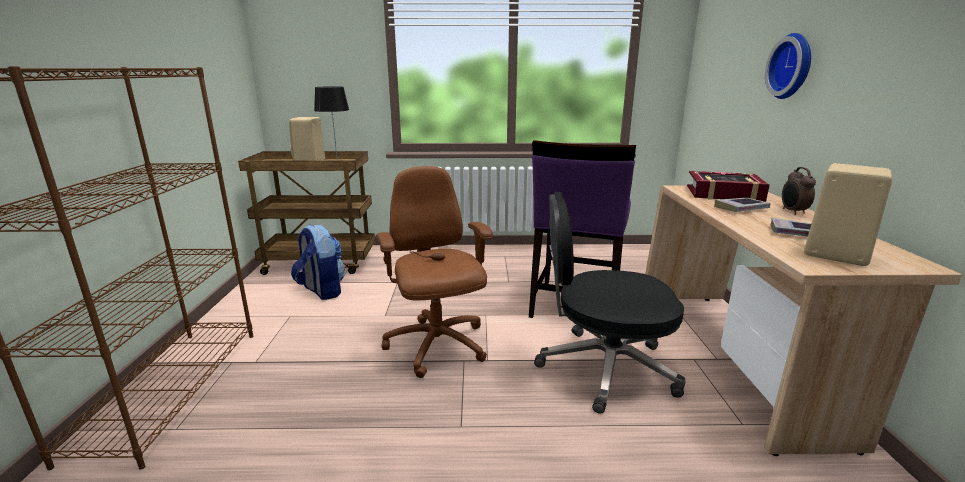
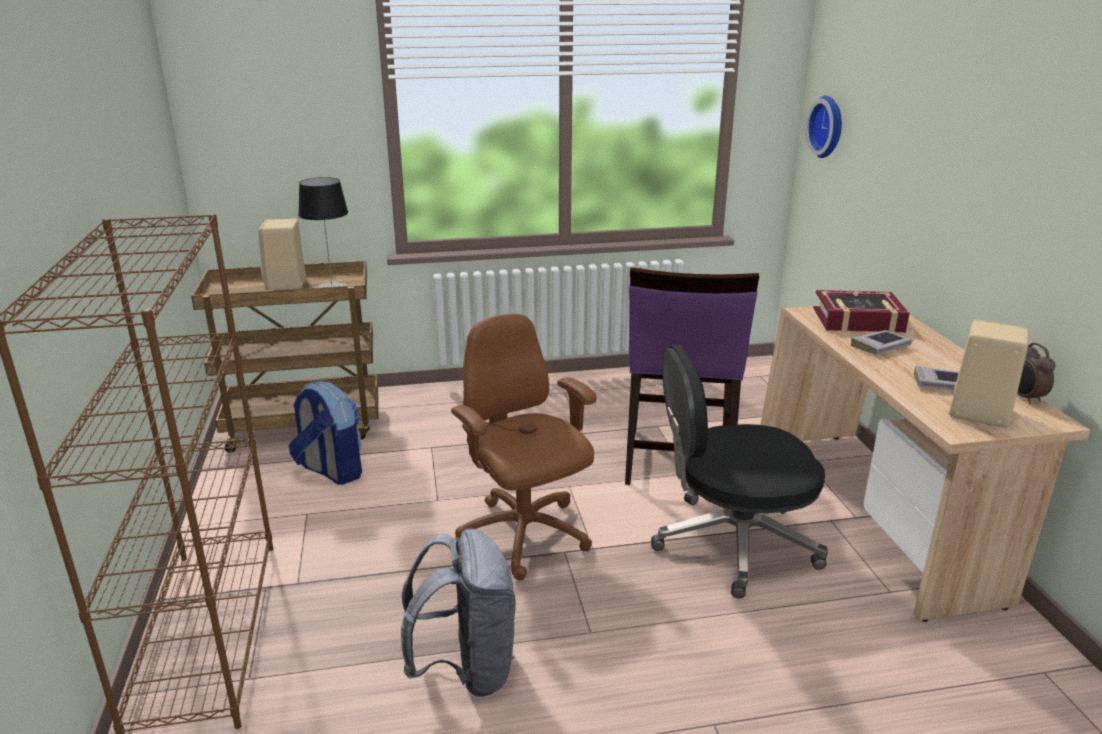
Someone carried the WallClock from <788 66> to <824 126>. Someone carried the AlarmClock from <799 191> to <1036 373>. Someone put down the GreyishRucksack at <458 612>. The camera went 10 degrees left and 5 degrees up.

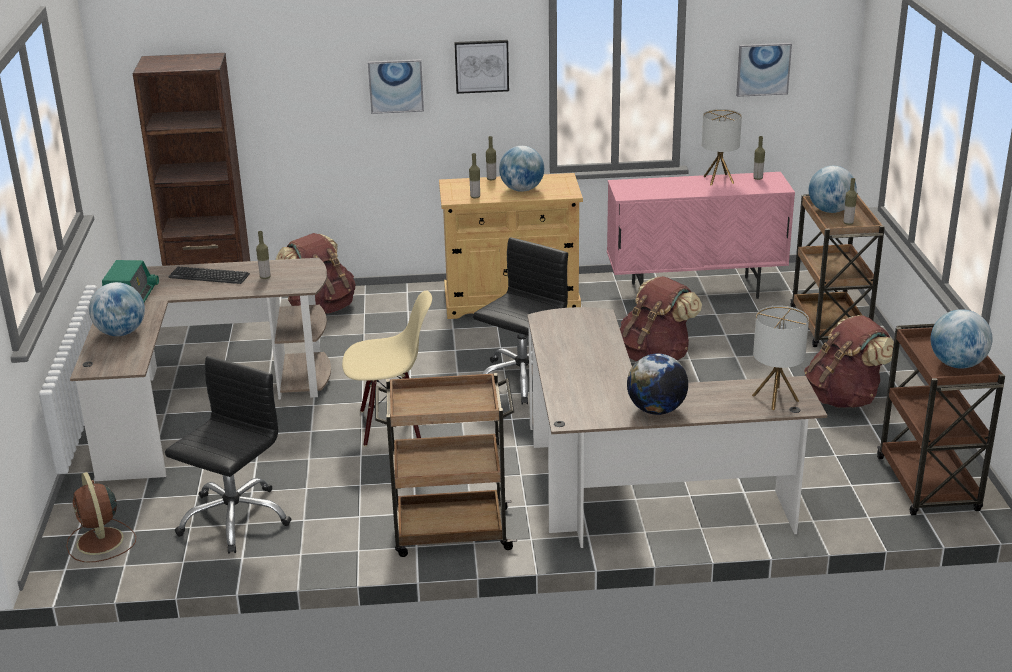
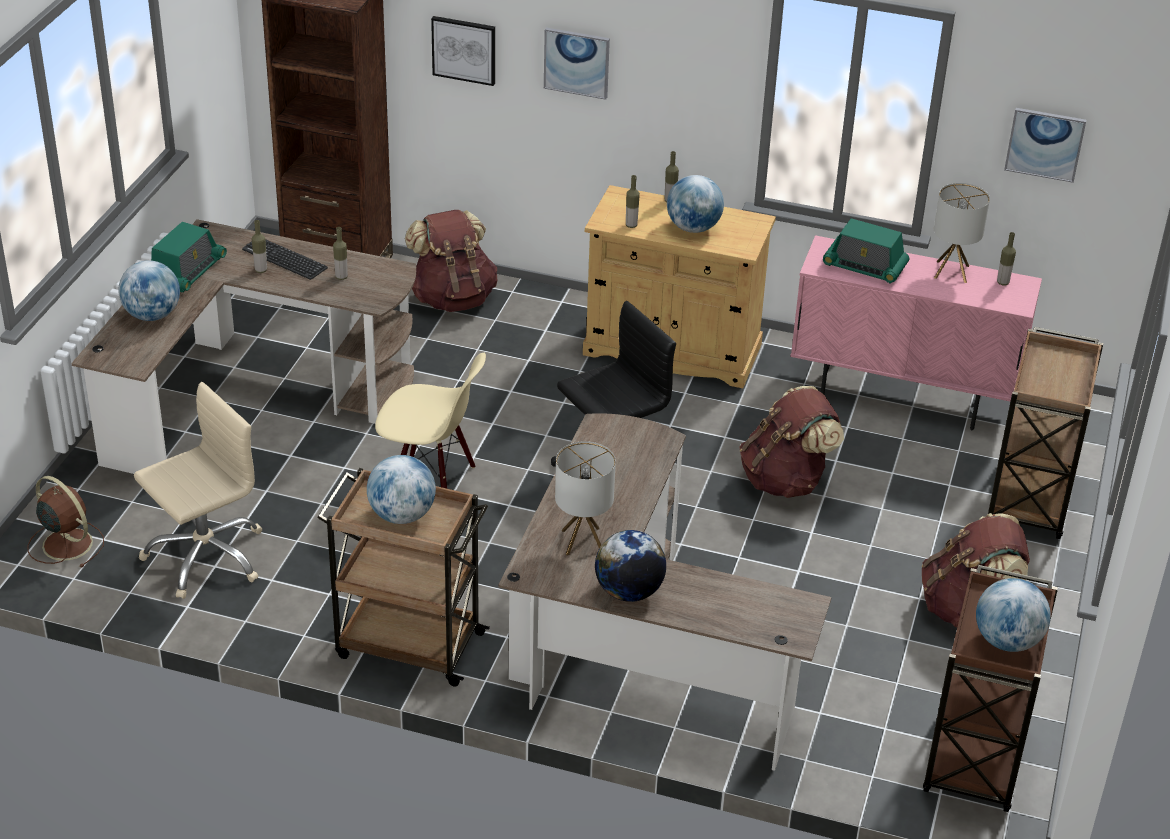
Someone rotated the BrownishElectricFan at <101 517> by 135 degrees clockwise. Someone repainted the BlackOfficeChair at <228 455>, which became the SandColouredOfficeChair at <198 490>. Someone carried the Picture from <481 67> to <463 51>. Someone carried the LampForATable from <780 357> to <585 498>. Someone carried the WorldGlobe from <833 189> to <401 489>. Someone carried the BeverageBottle from <850 201> to <259 246>. Someone put down the RadioSet at <866 251>. The camera went 20 degrees right and 10 degrees up.

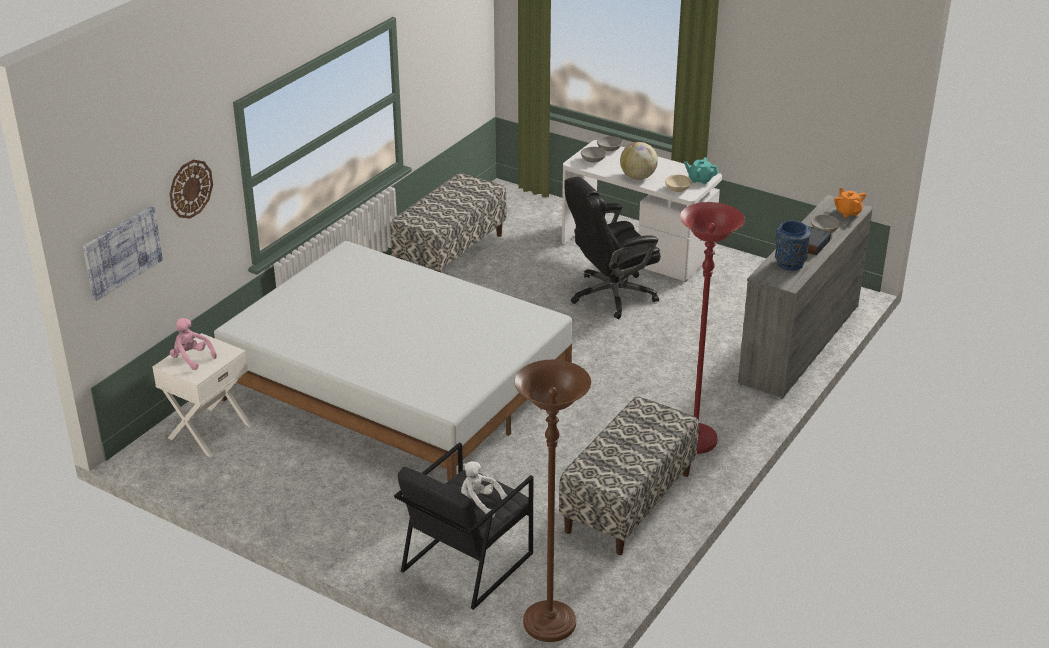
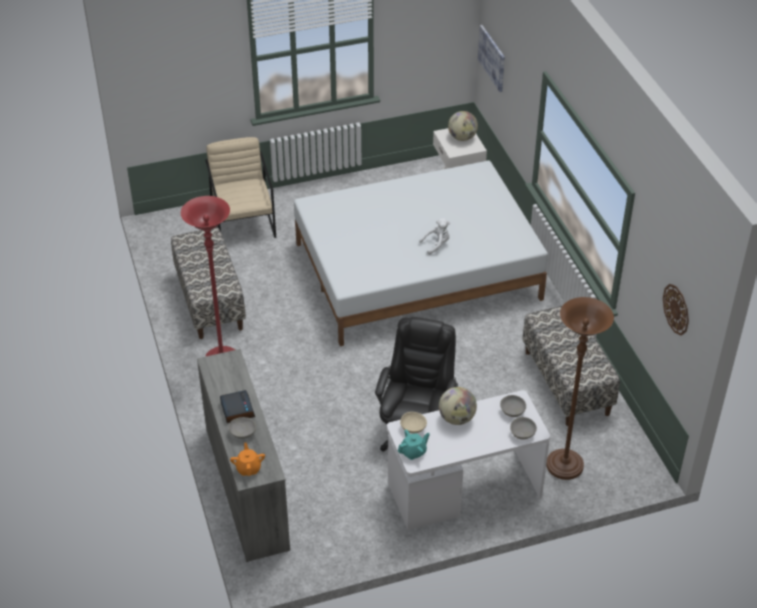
Someone carried the WallClock from <191 189> to <676 310>. Someone swapped the PinkColouredPlushToy at <193 344> for the WorldGlobe at <463 126>. Someone repainted the BlackArmchair at <463 526>, which became the SandColouredArmchair at <240 187>. Someone carried the WhiteColouredPlushToy from <484 489> to <434 236>. Someone carried the BrownishFloorLamp from <552 501> to <580 388>. Someone took away the BlueColouredFlowerVase at <793 245>. Someone rotated the OrangeColouredTeapot at <850 202> by 120 degrees counterclockwise. The camera went 130 degrees right and 10 degrees up.

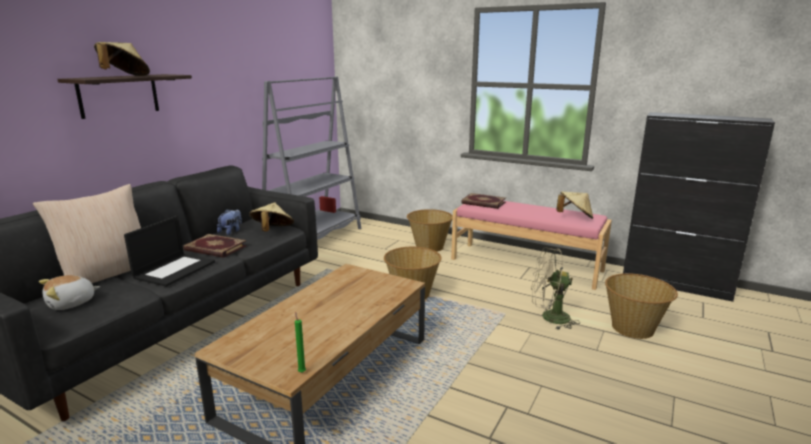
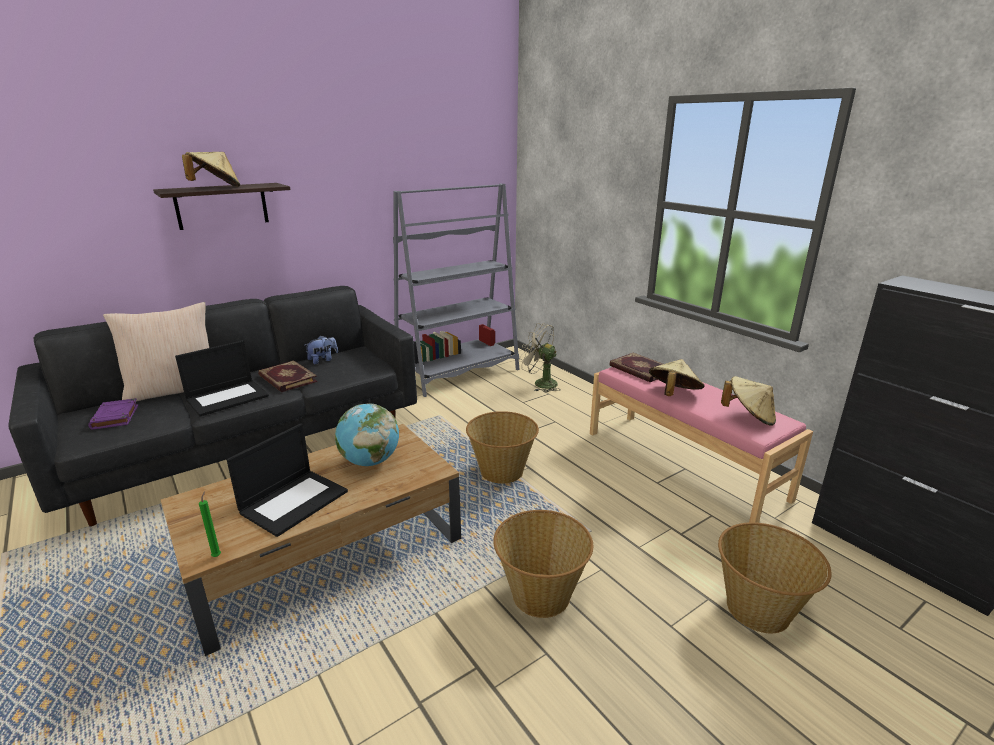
Someone swapped the PlushToy at <69 292> for the PurplishBoundBook at <113 414>. Someone carried the SandColouredWearableHat from <271 217> to <677 377>. Someone carried the Basket from <430 230> to <543 564>. Someone carried the SandColouredElectricFan from <555 288> to <540 358>. Someone put down the NotebookComputer at <287 480>. Someone put down the WorldGlobe at <367 434>. The camera went 25 degrees right and 5 degrees up.

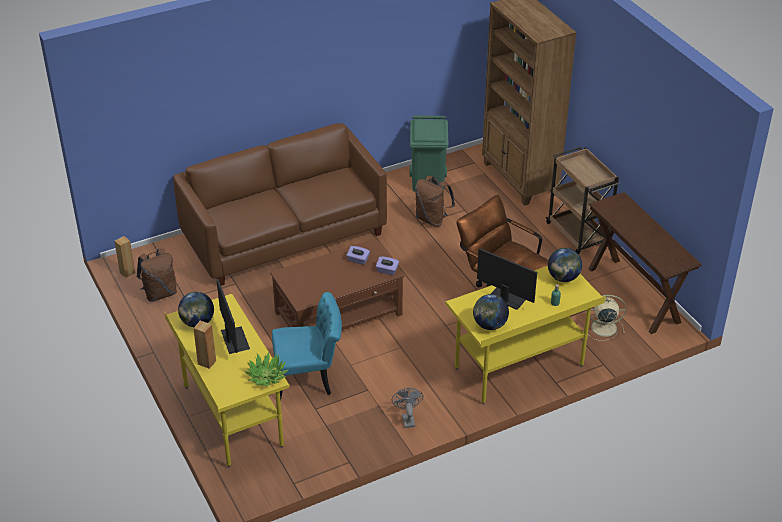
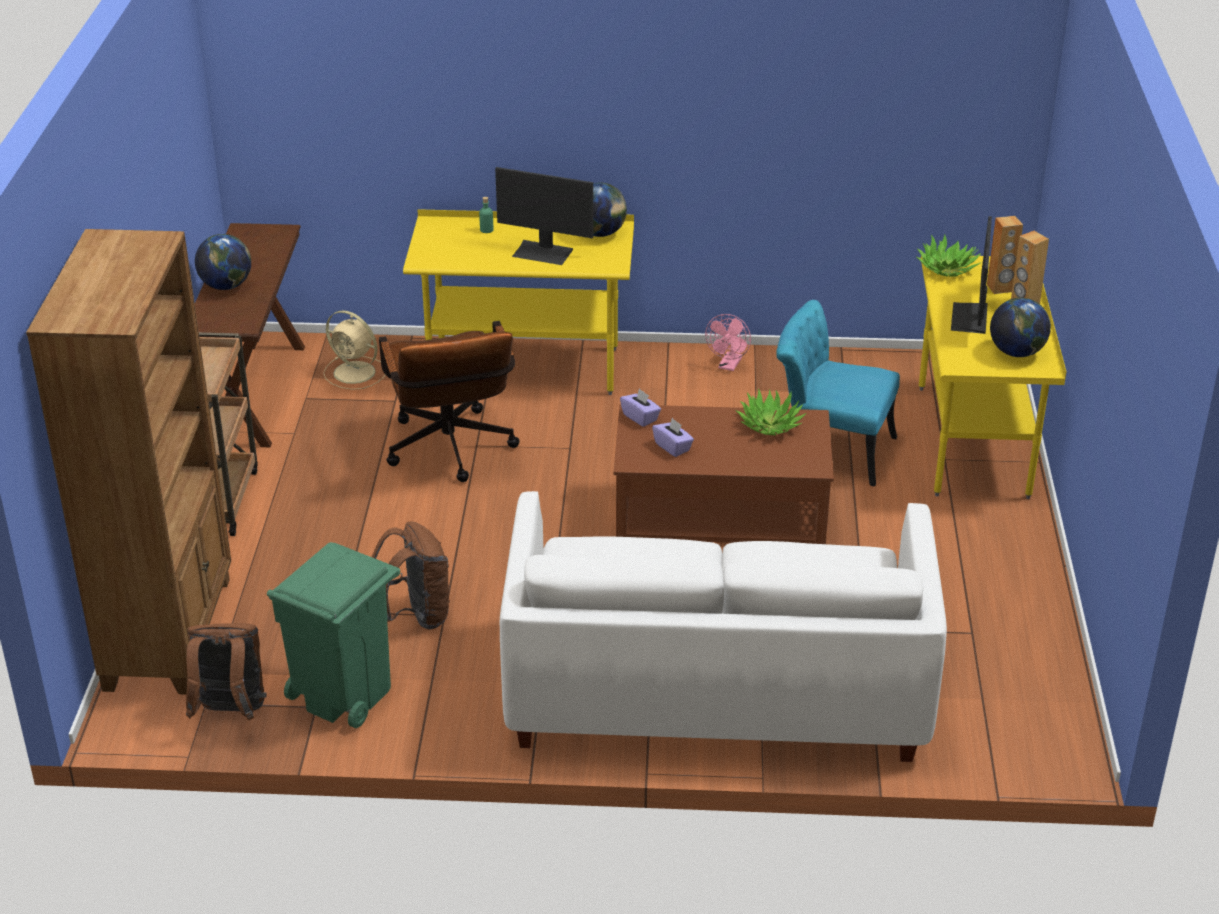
Someone carried the BrownishLoudspeaker from <124 257> to <1005 255>. Someone carried the BrownishRucksack from <157 275> to <226 671>. Someone repainted the BrownishSettee at <280 204>, which became the WhiteColouredSettee at <723 626>. Someone repainted the GreyishElectricFan at <407 408>, which became the PinkColouredElectricFan at <728 342>. Someone rotated the ComputerScreen at <507 279> by 45 degrees counterclockwise. Someone carried the WorldGlobe from <565 265> to <223 262>. Someone put down the PottedPlant at <771 412>. The camera went 150 degrees left and 5 degrees down.

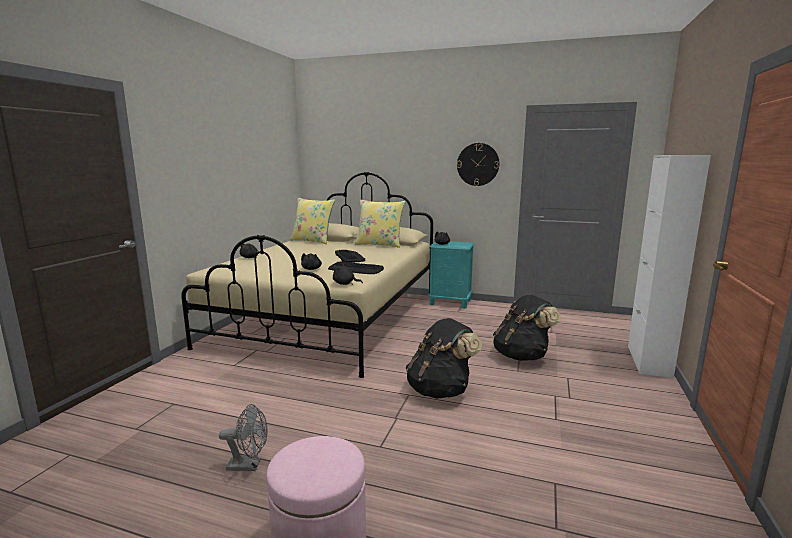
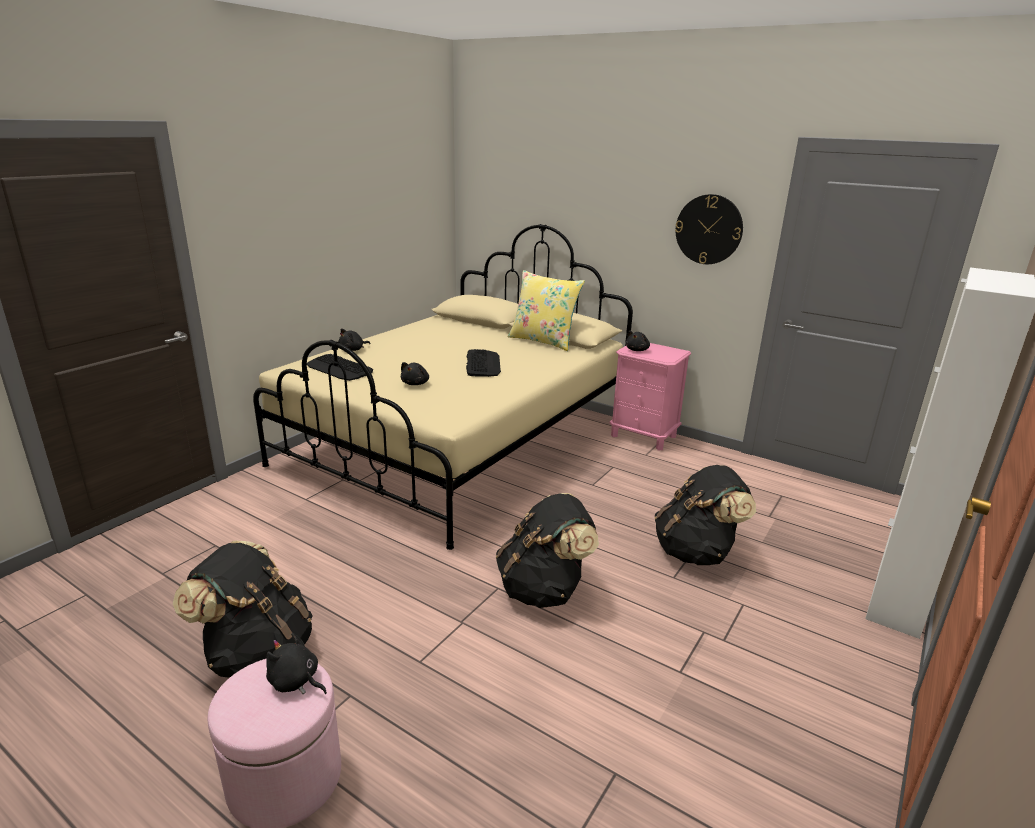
Someone swapped the GreyishElectricFan at <243 437> for the BlackRucksack at <242 609>. Someone took away the YellowColouredThrowPillow at <312 221>. Someone carried the PcKeyboard from <356 267> to <340 367>. Someone carried the BlackPlushToy from <348 274> to <296 663>. Someone repainted the BlueGreenNightstand at <451 275>, which became the PinkColouredNightstand at <650 396>. The camera went 15 degrees right and 10 degrees up.

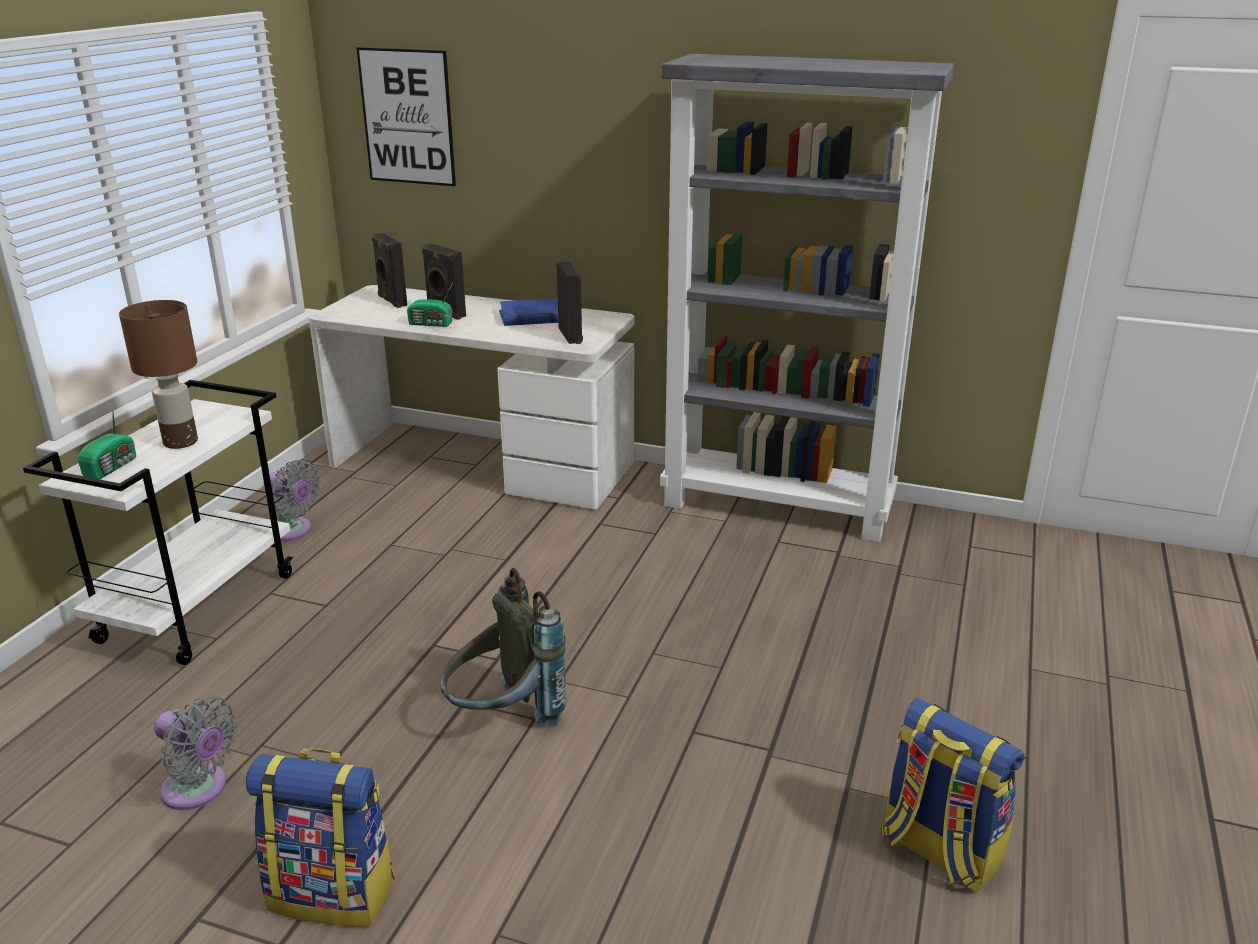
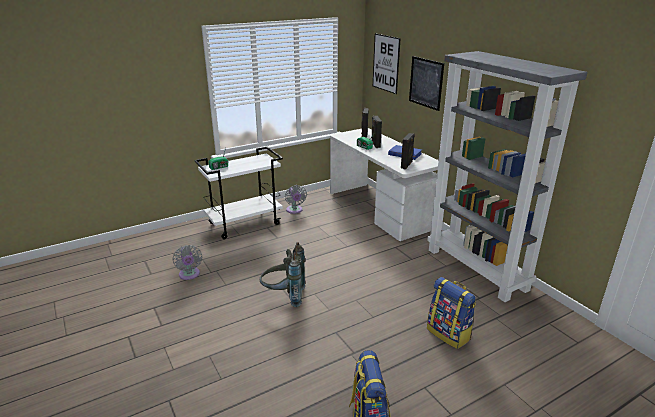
Someone took away the BrownishLampForATable at <158 374>. Someone carried the Rucksack from <320 837> to <451 313>. Someone put up the Picture at <426 83>. The camera went 40 degrees right and 0 degrees up.

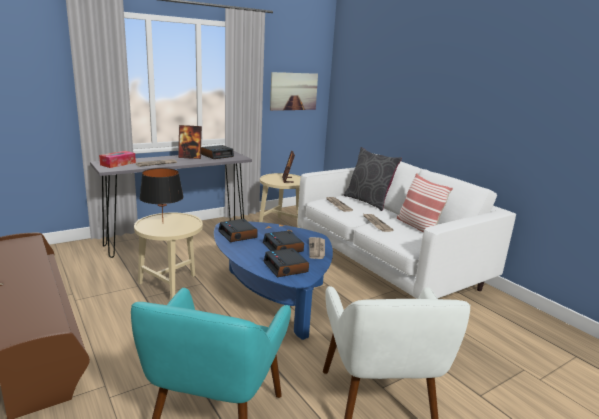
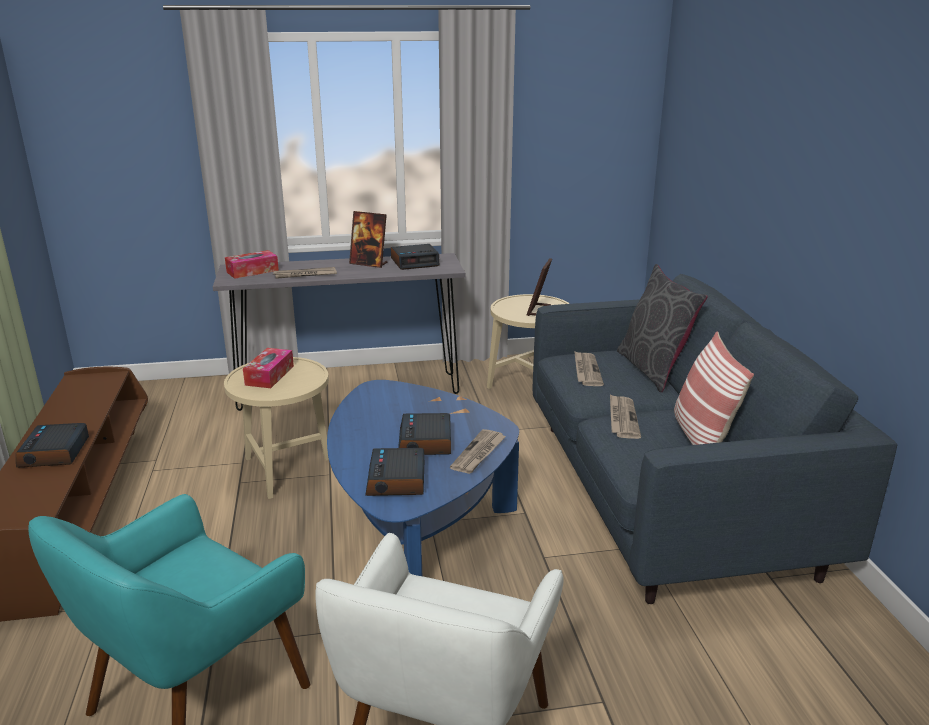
Someone swapped the BlackLampForATable at <161 194> for the BoxOfTissues at <268 368>. Someone carried the AlarmClock from <238 230> to <52 445>. Someone took away the Picture at <294 91>. Someone repainted the WhiteColouredSettee at <406 226>, which became the BlueColouredSettee at <714 439>. The camera went 25 degrees right and 5 degrees up.

